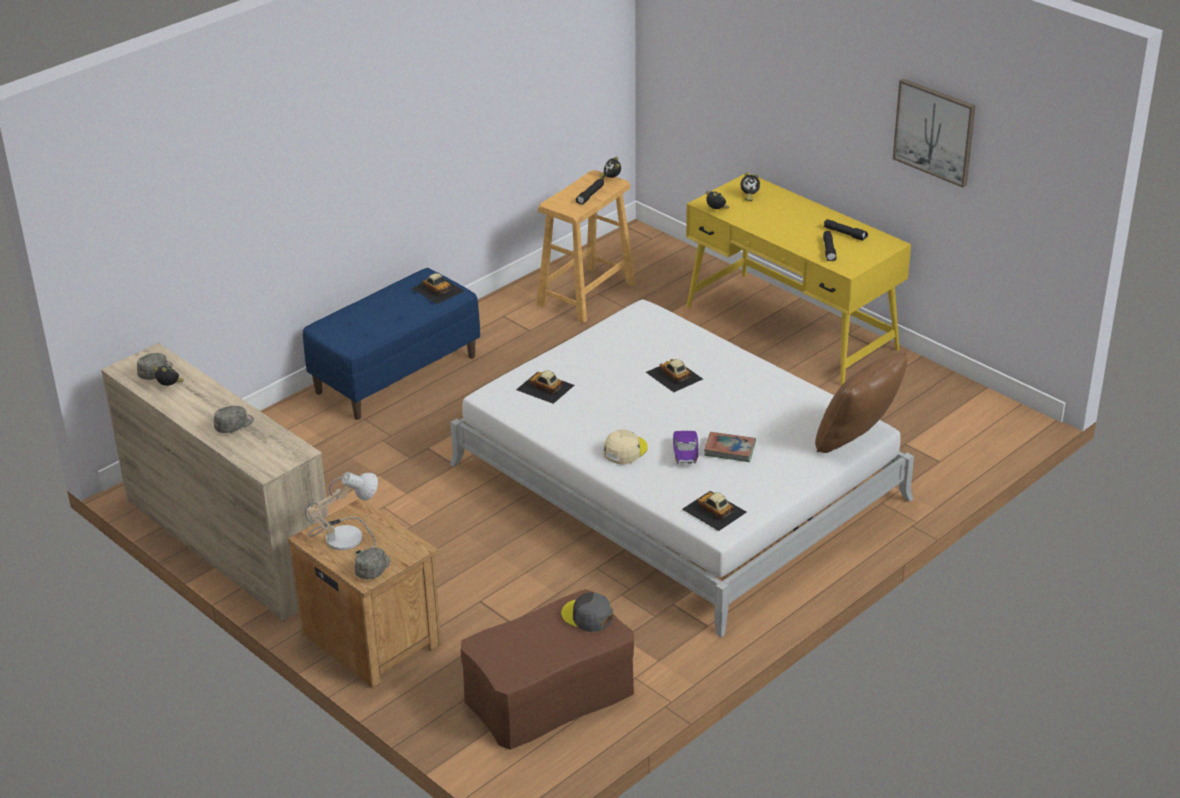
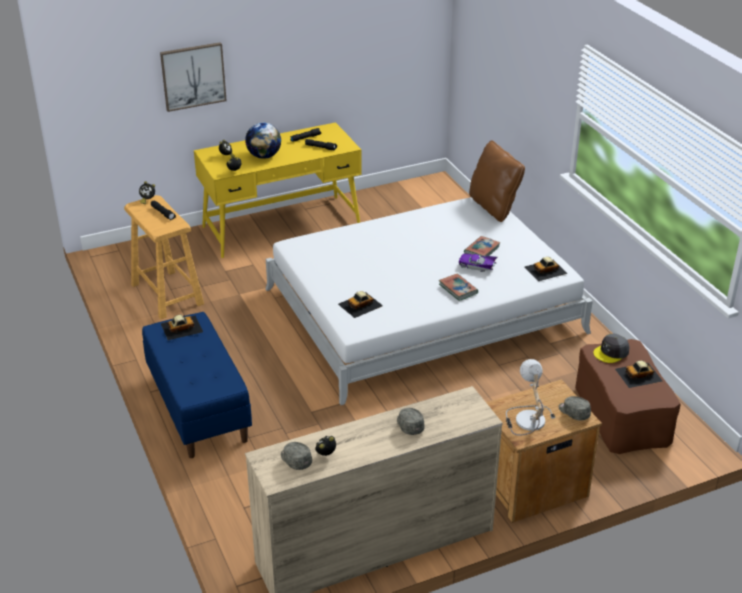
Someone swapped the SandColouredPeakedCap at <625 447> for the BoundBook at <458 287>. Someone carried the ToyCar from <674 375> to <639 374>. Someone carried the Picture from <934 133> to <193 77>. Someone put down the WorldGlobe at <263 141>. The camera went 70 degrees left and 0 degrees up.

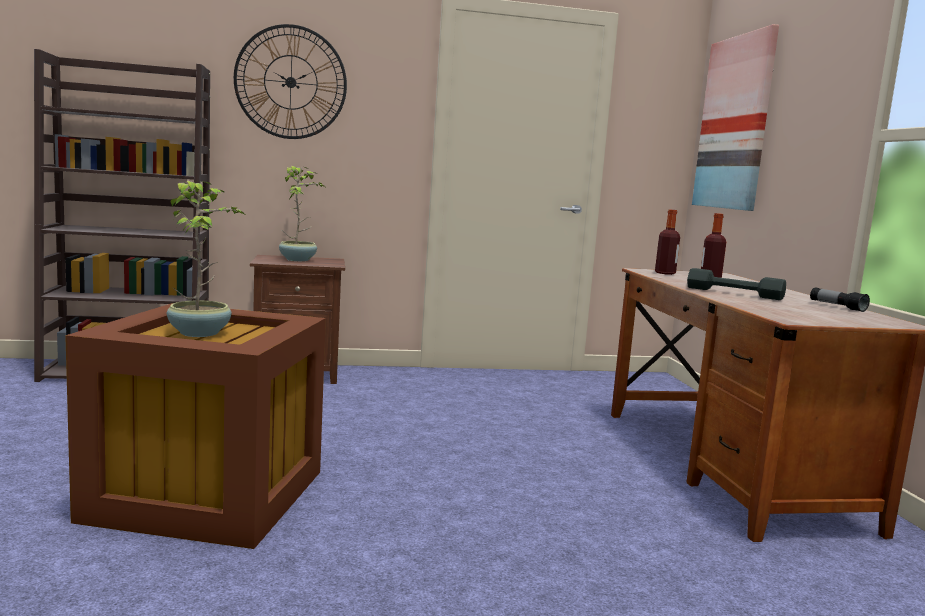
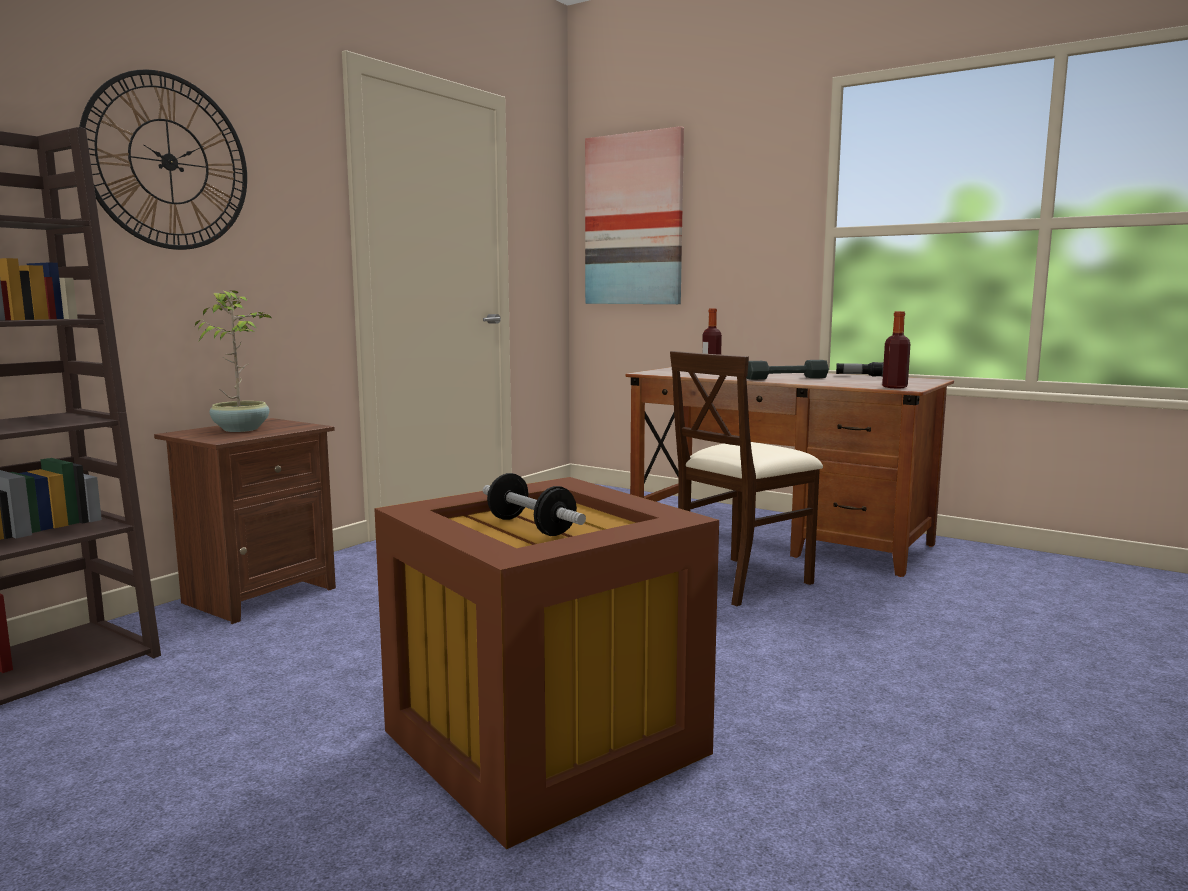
Someone swapped the PottedPlant at <205 259> for the HandWeight at <534 504>. Someone carried the BeverageBottle from <667 242> to <896 349>. Someone put down the SandColouredChair at <746 478>. The camera went 45 degrees left and 0 degrees up.

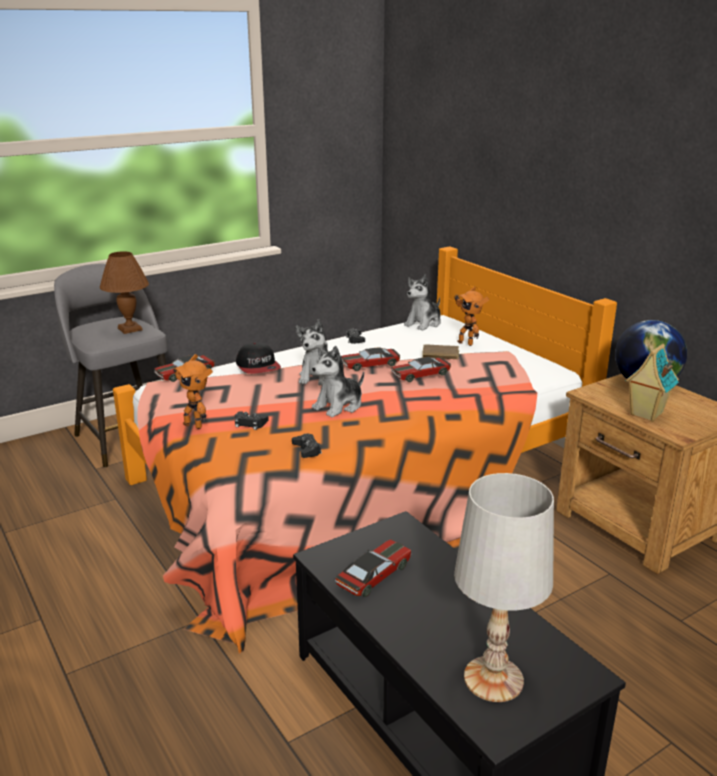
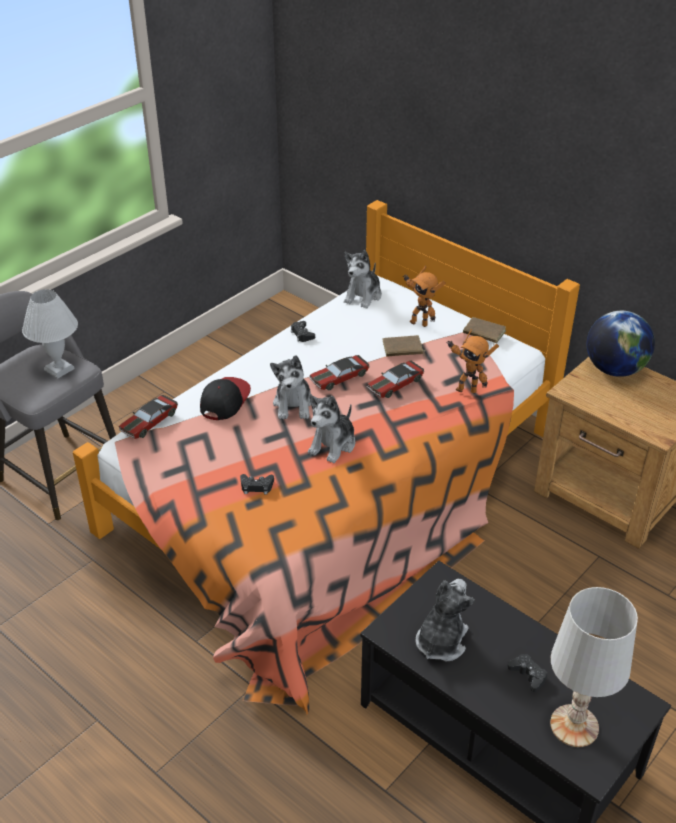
Someone repainted the BrownishLampForATable at <124 292>, which became the WhiteColouredLampForATable at <50 334>. Someone carried the ToyRobot from <193 391> to <472 361>. Someone rotated the PeakedCap at <258 358> by 120 degrees counterclockwise. Someone carried the BlackGameController from <307 445> to <527 673>. Someone swapped the ToyCar at <373 568> for the PlushToy at <445 620>. Someone took away the ModelHouse at <652 382>. Someone put down the BrownishBoundBook at <484 331>. The camera went 15 degrees left and 15 degrees up.

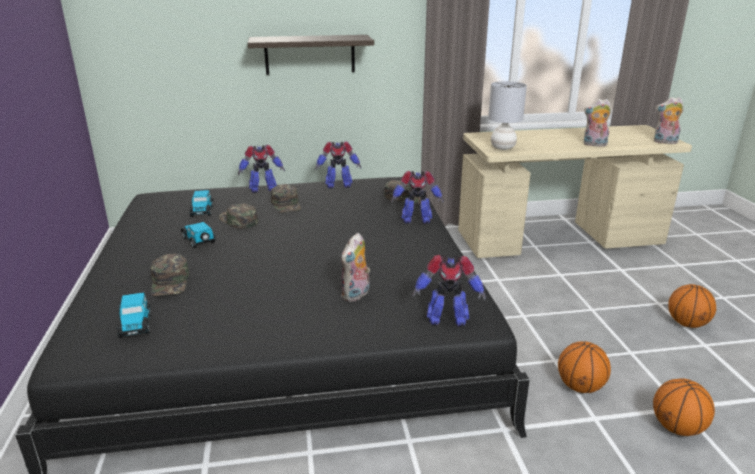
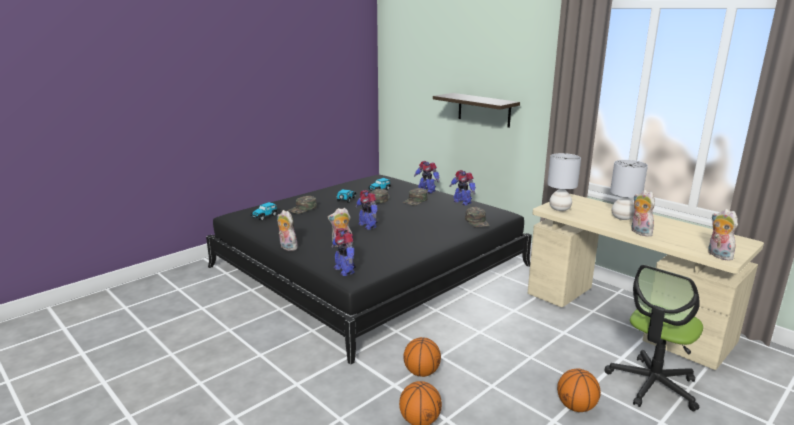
Someone carried the ToyRobot from <417 197> to <366 210>. Someone put down the PlushToy at <287 230>. Someone put down the OfficeChair at <654 338>. Someone put down the GreyishLampForATable at <629 190>. The camera went 55 degrees right and 5 degrees down.

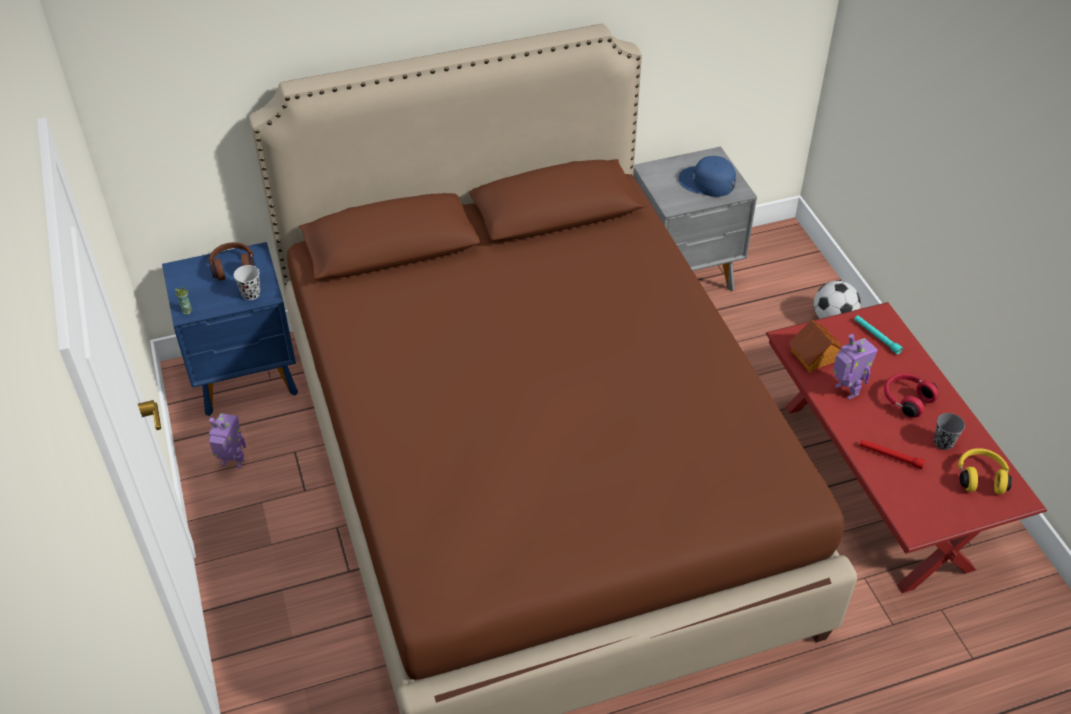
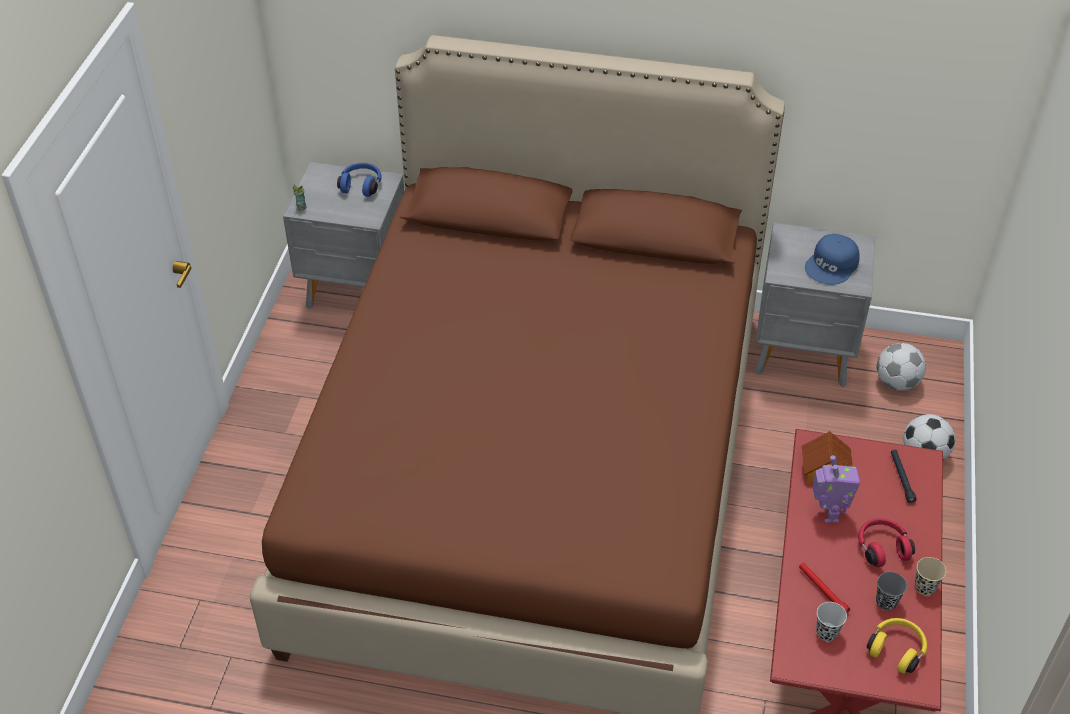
Someone repainted the BlueColouredNightstand at <230 329>, which became the GreyishNightstand at <344 235>. Someone repainted the BrownishHeadset at <232 261>, which became the BlueColouredHeadset at <359 180>. Someone took away the ToyRobot at <227 440>. Someone carried the BlackCup from <247 282> to <831 621>. Someone rotated the BlueColouredPeakedCap at <707 176> by 105 degrees counterclockwise. Someone repainted the BlueGreenFlashlight at <878 334>, which became the BlackFlashlight at <904 476>. Someone put down the Football at <901 367>. Someone put down the SandColouredCup at <930 576>. The camera went 30 degrees right and 0 degrees up.

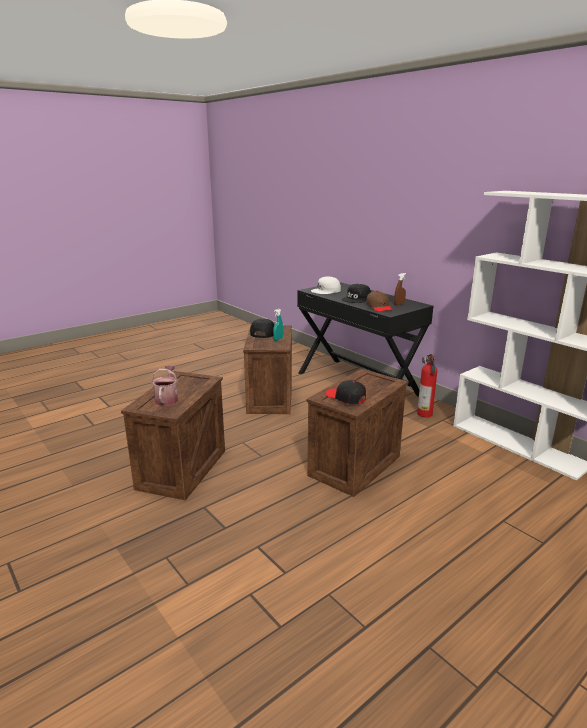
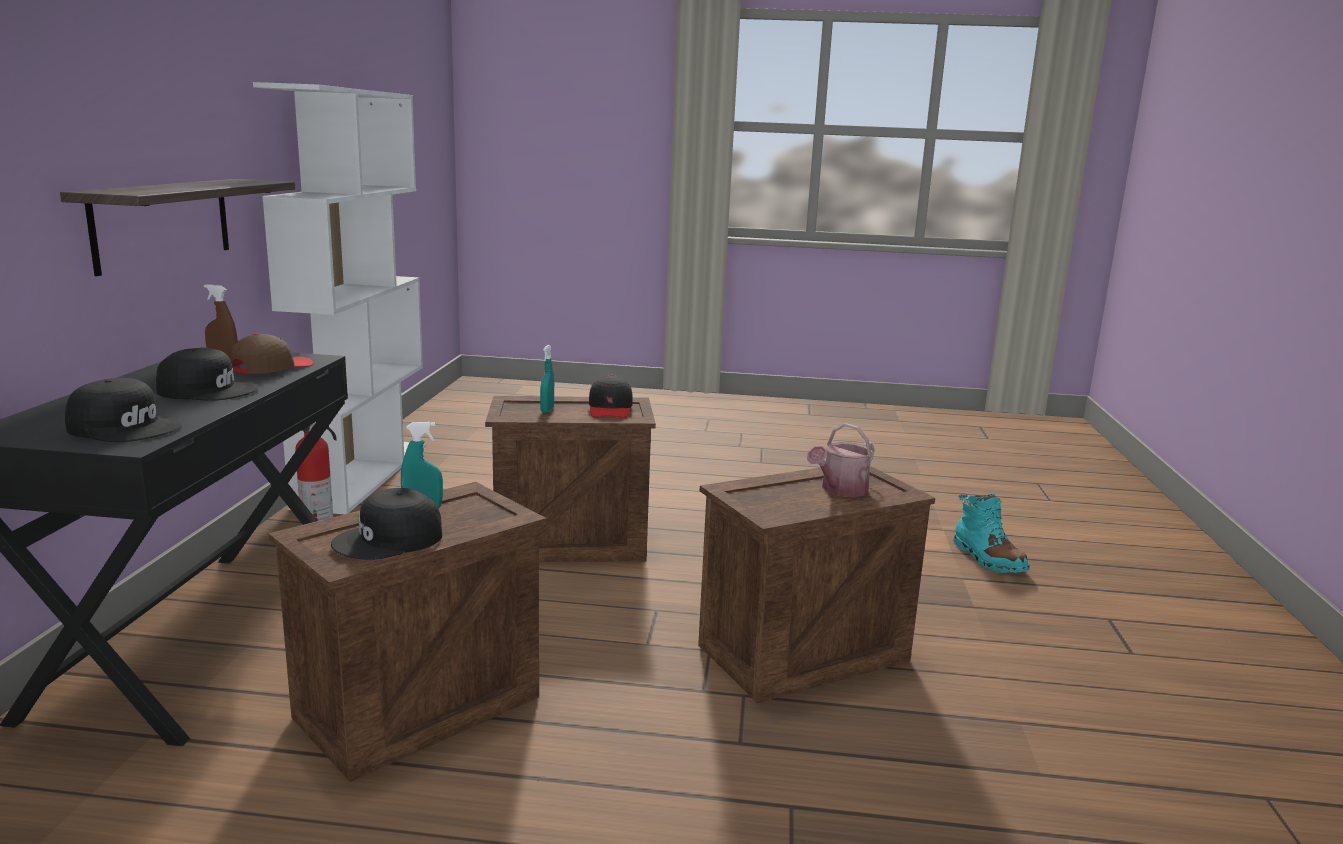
Someone repainted the WhiteColouredPeakedCap at <326 285>, which became the BlackPeakedCap at <123 410>. Someone put up the BracketShelf at <177 227>. Someone put down the BlueGreenHandSprayer at <547 379>. Someone put down the BlueGreenHighTopBoot at <991 533>. The camera went 135 degrees left and 5 degrees down.

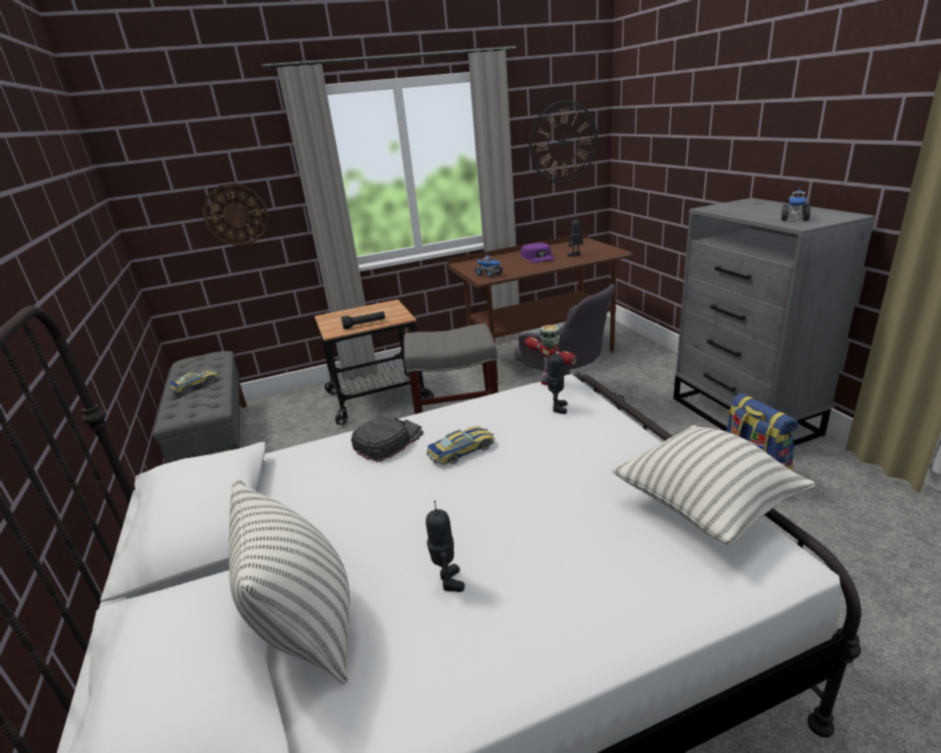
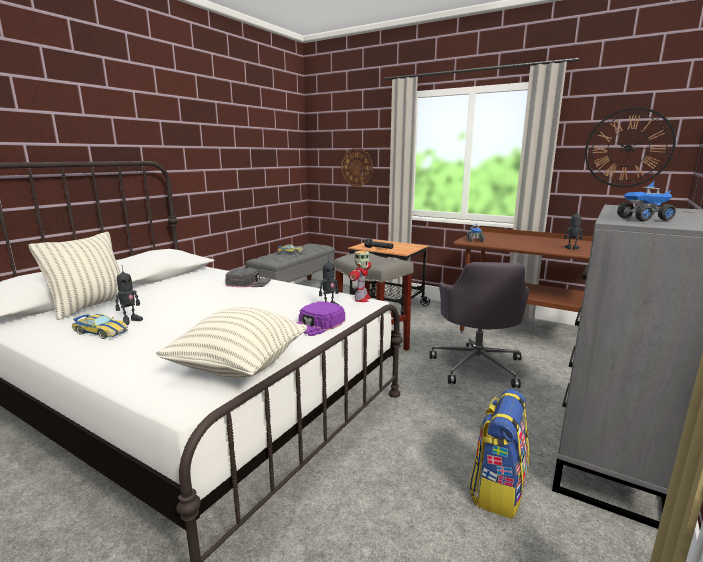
Someone carried the ToyCar from <461 445> to <100 326>. Someone carried the PurplishPeakedCap from <538 253> to <321 318>. The camera went 50 degrees right and 10 degrees down.

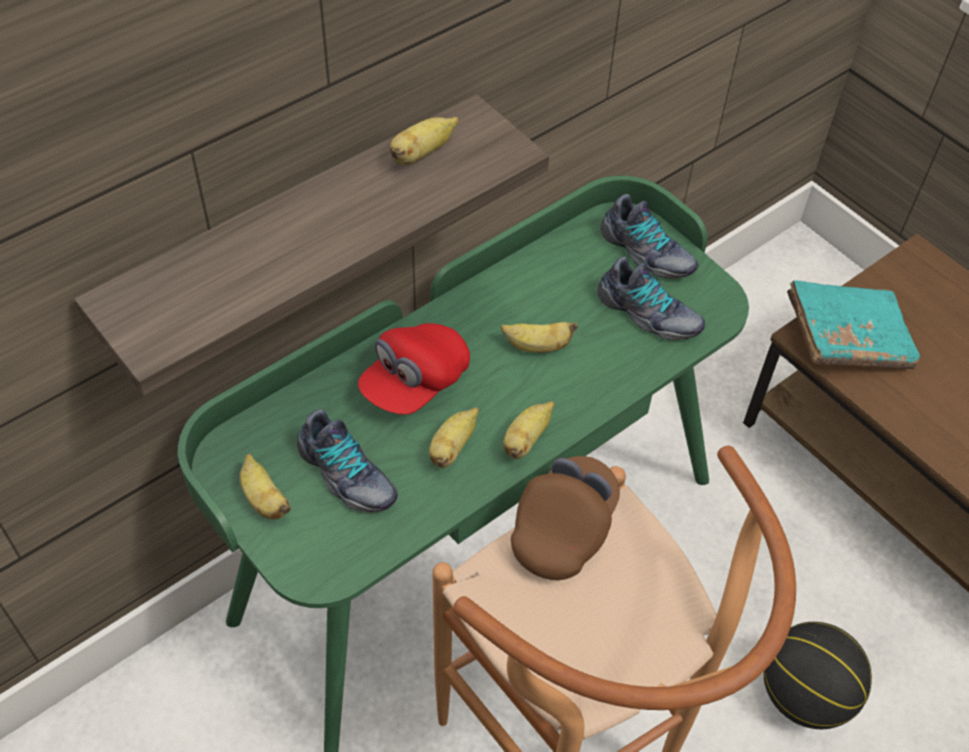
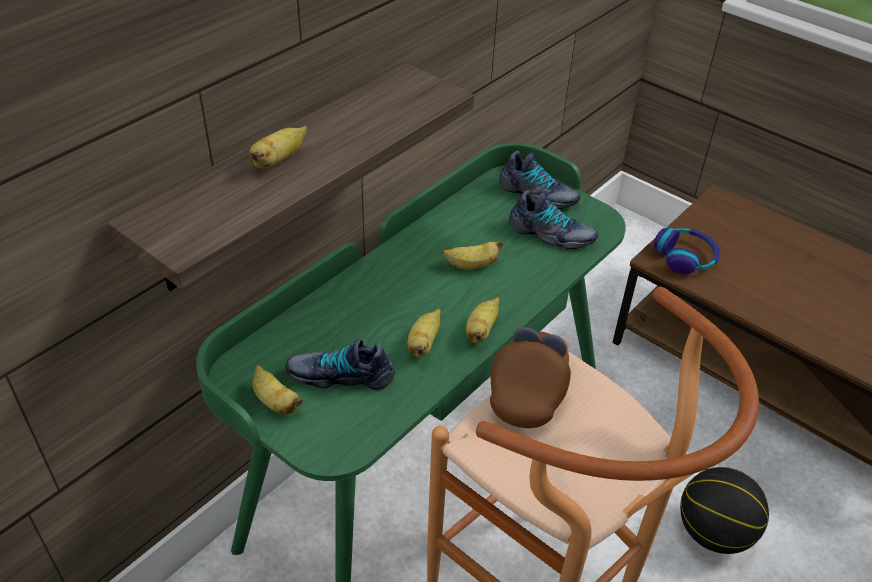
Someone rotated the Shoe at <347 460> by 150 degrees clockwise. Someone took away the RedPeakedCap at <414 368>. Someone carried the Banana from <424 141> to <278 147>. Someone swapped the BlueGreenBoundBook at <853 324> for the Headset at <686 251>. The camera went 10 degrees left and 10 degrees down.

